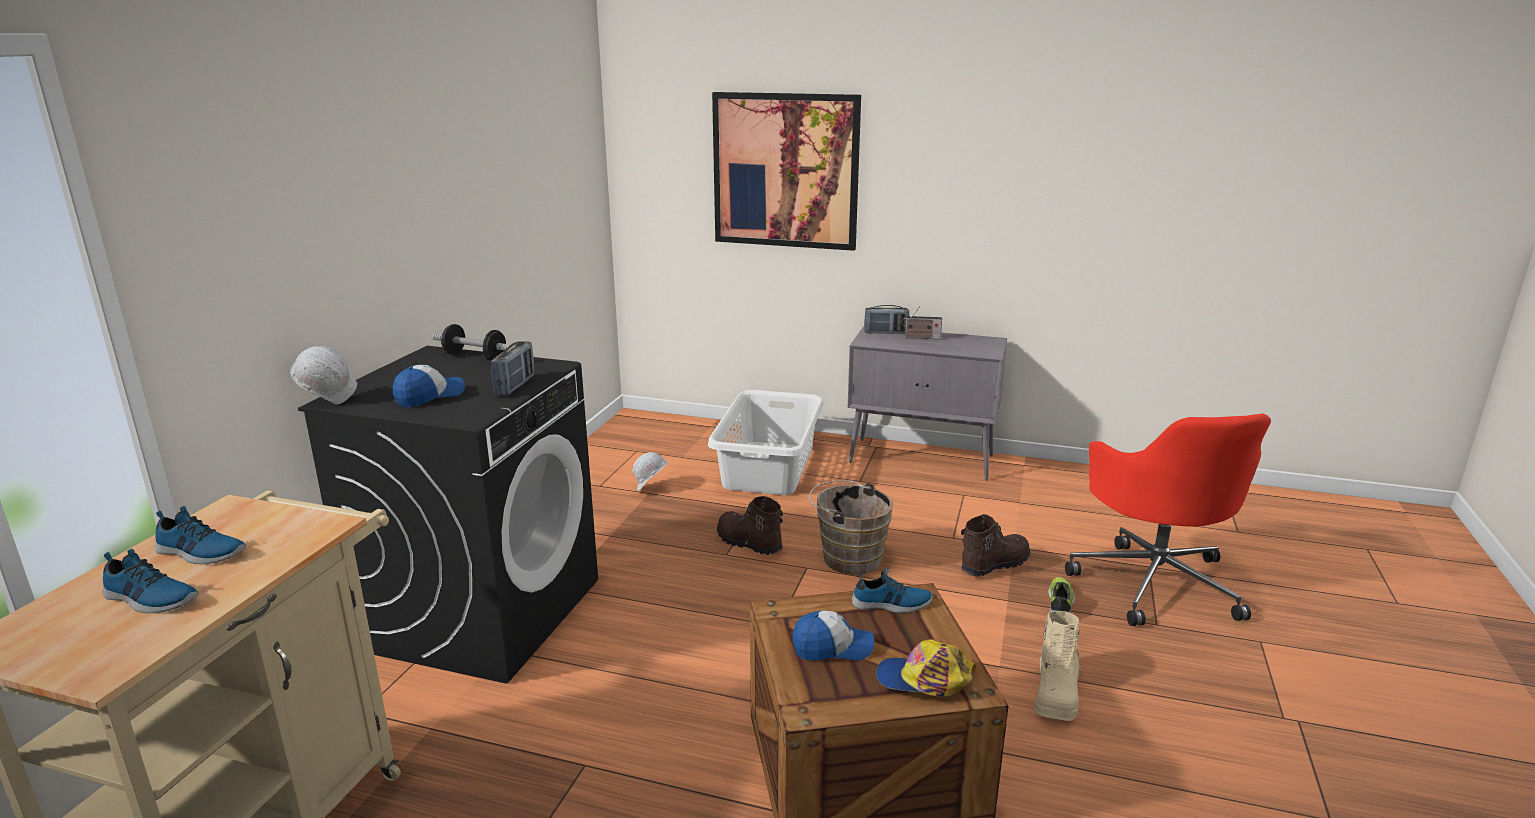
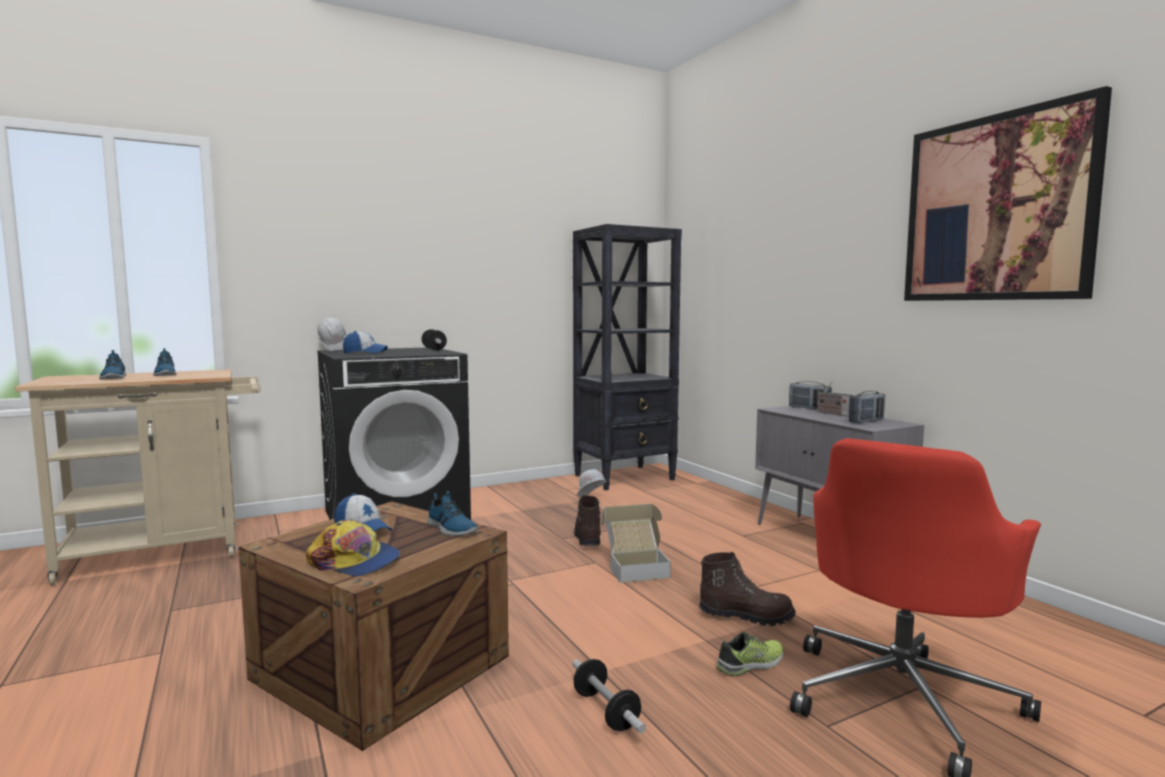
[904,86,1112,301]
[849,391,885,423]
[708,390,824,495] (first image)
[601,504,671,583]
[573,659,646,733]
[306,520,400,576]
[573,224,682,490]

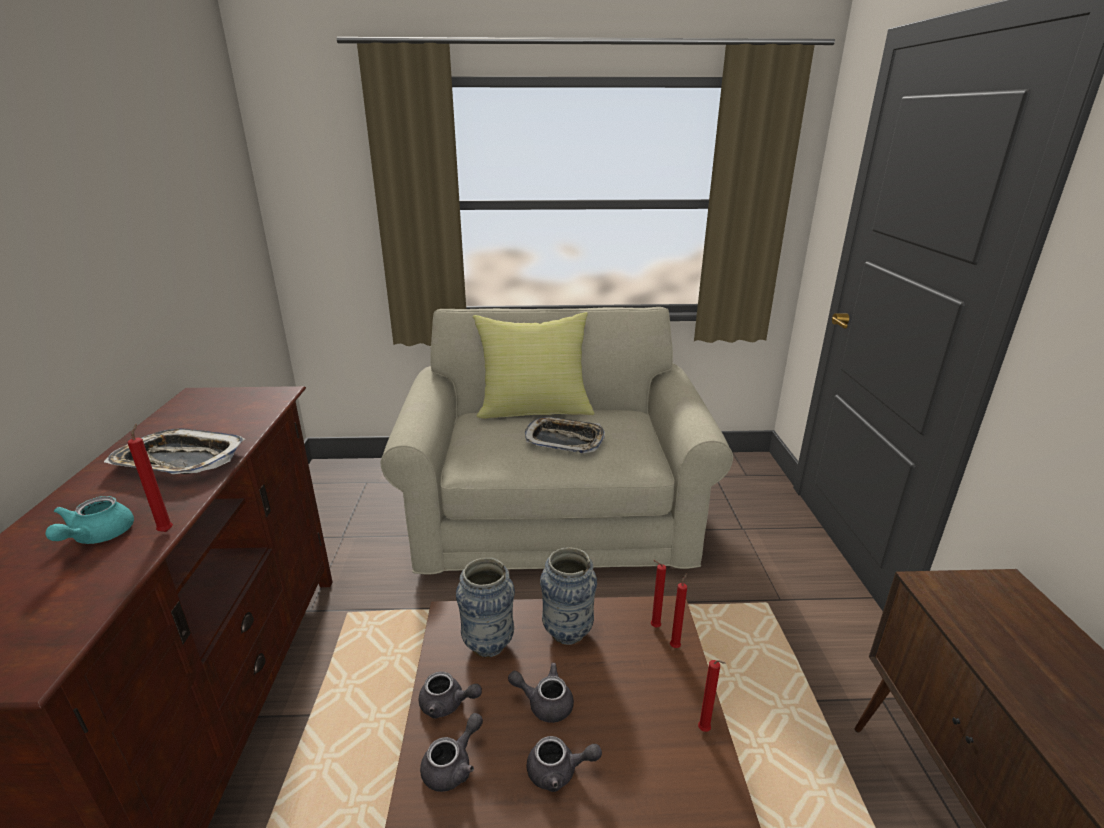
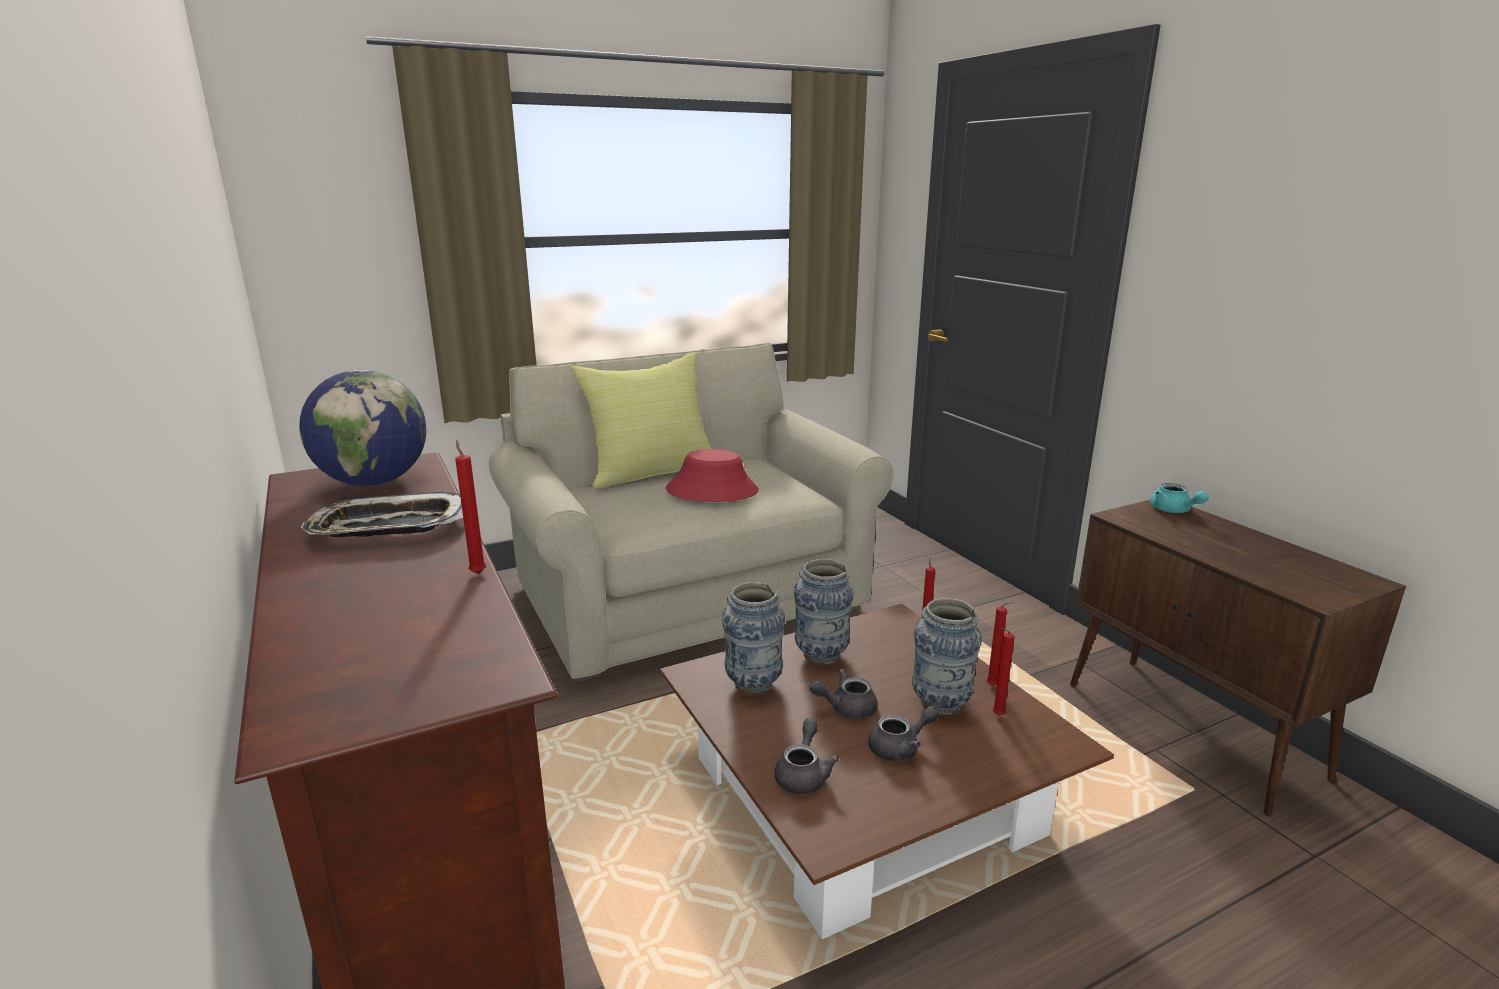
[666,449,759,502]
[1150,483,1209,513]
[993,628,1015,716]
[419,671,482,718] (first image)
[299,370,426,486]
[912,598,982,715]

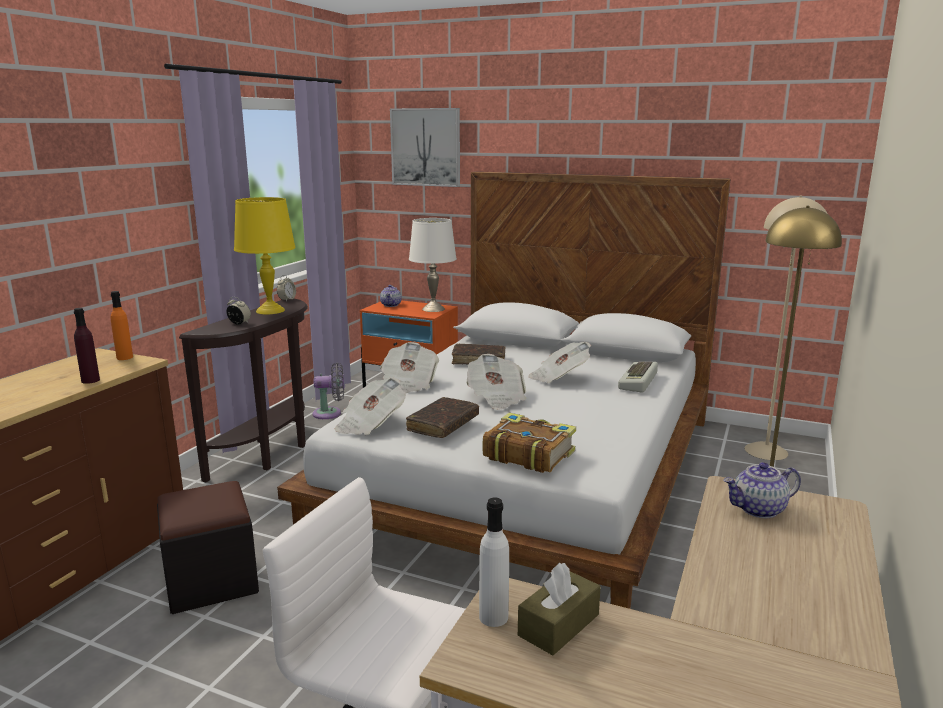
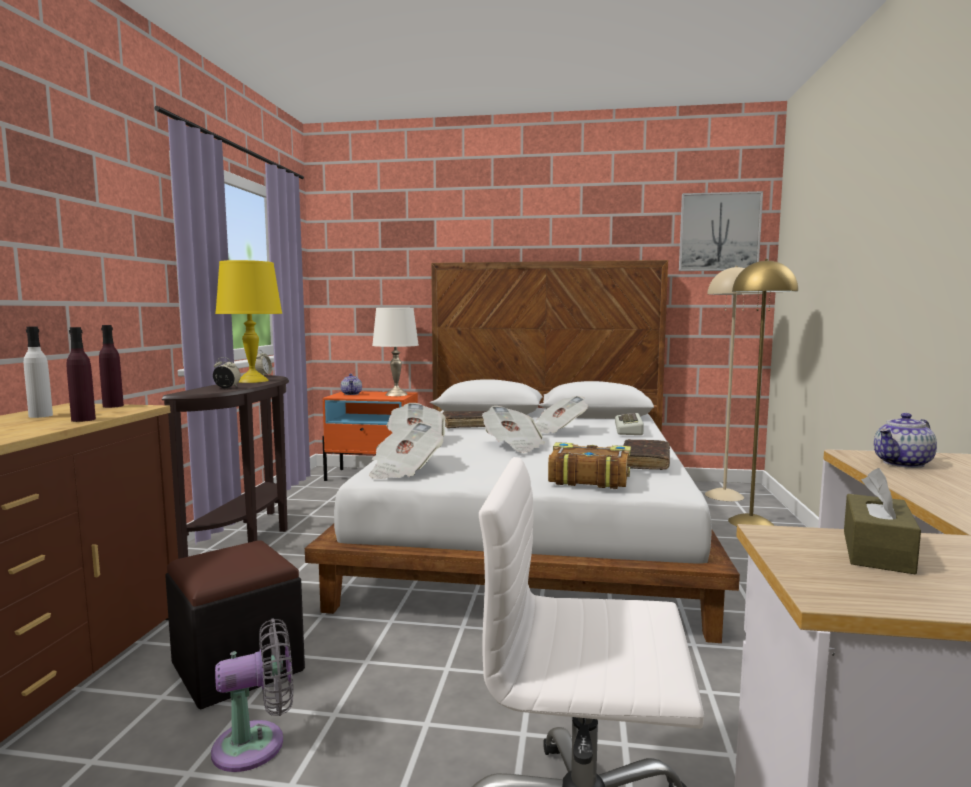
[679,191,763,271]
[99,325,124,408]
[211,619,293,772]
[623,439,670,470]
[24,327,53,418]

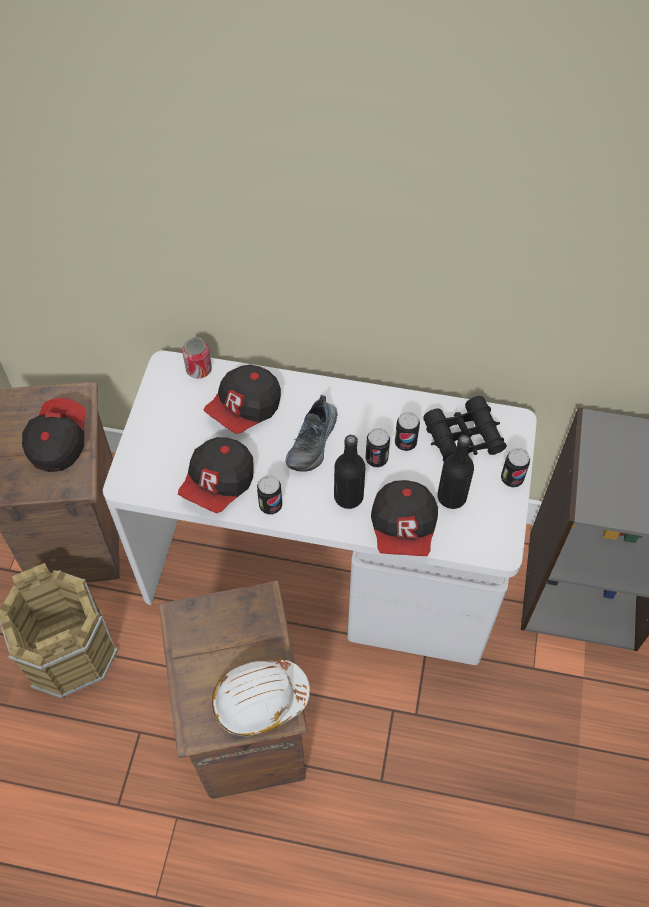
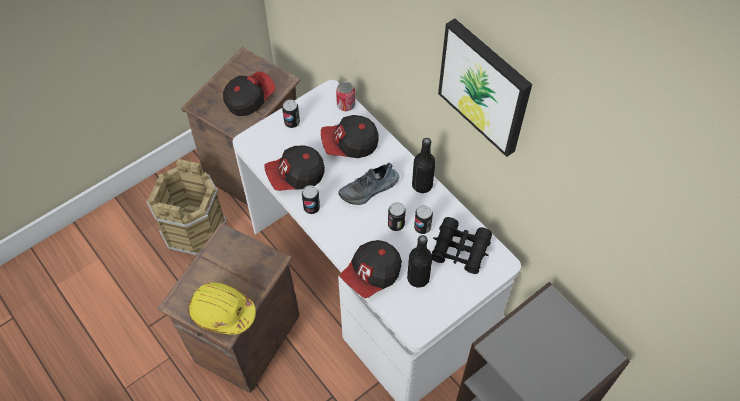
[412,138,436,193]
[282,100,300,128]
[188,282,256,335]
[438,18,532,157]

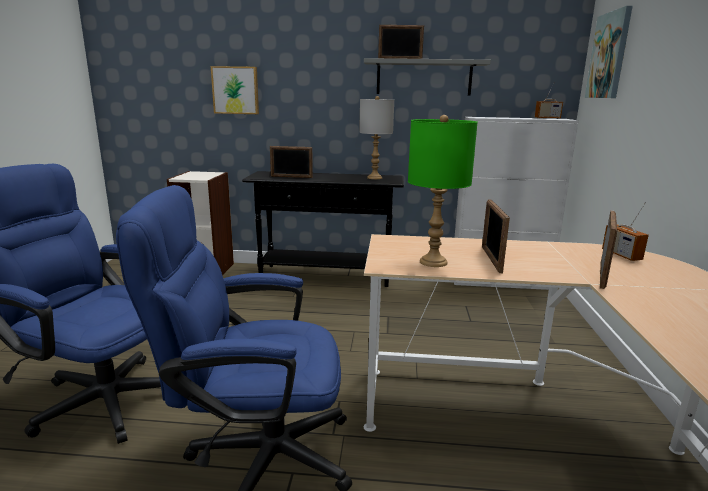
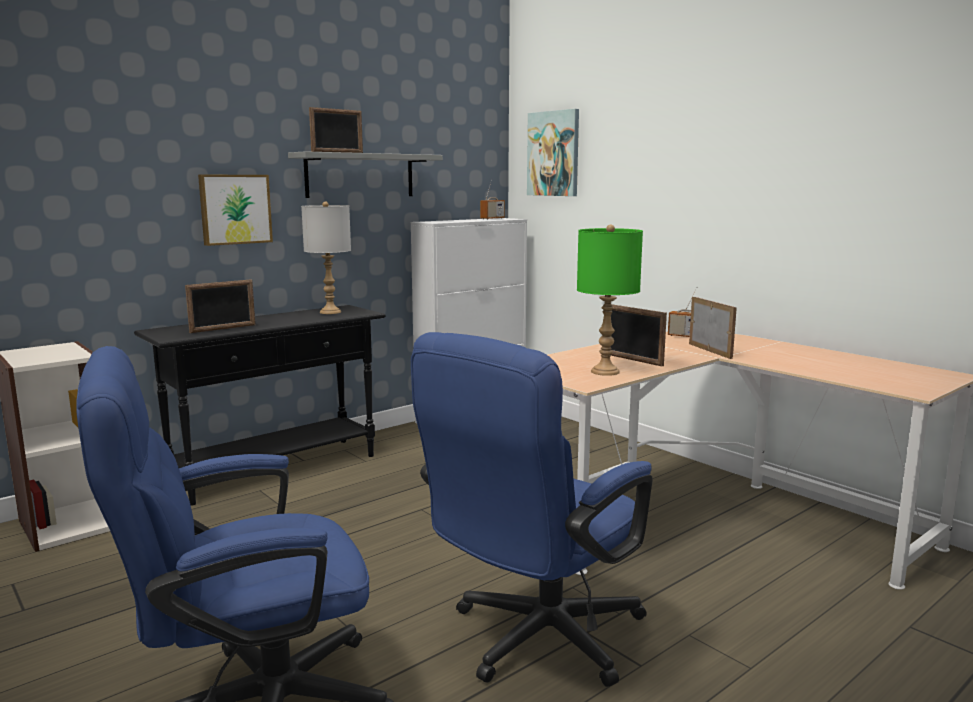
[198,175,273,246]

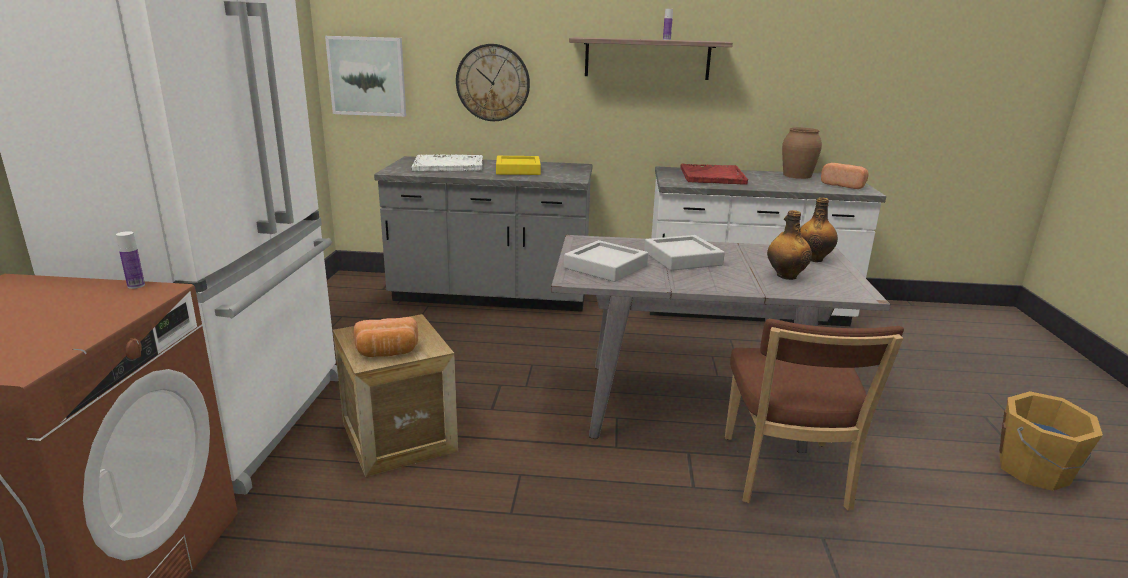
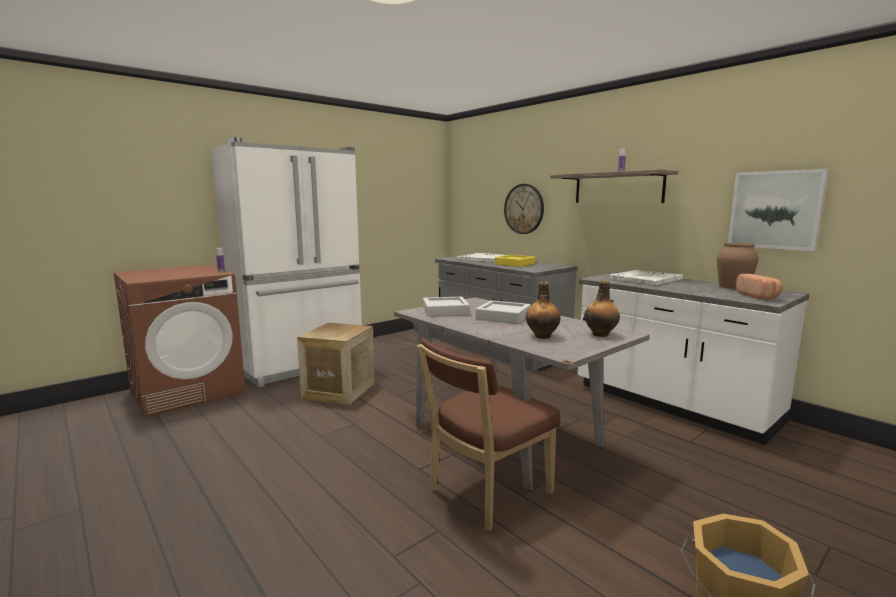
[728,169,828,251]
[610,270,683,286]
[354,317,418,357] (first image)

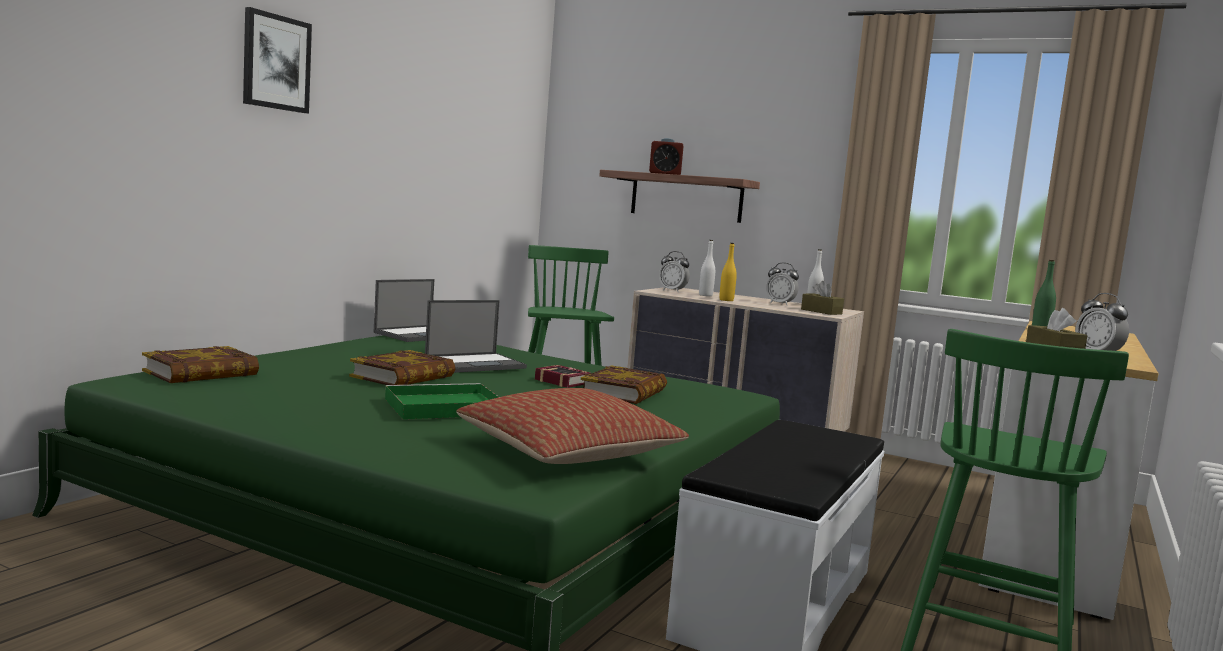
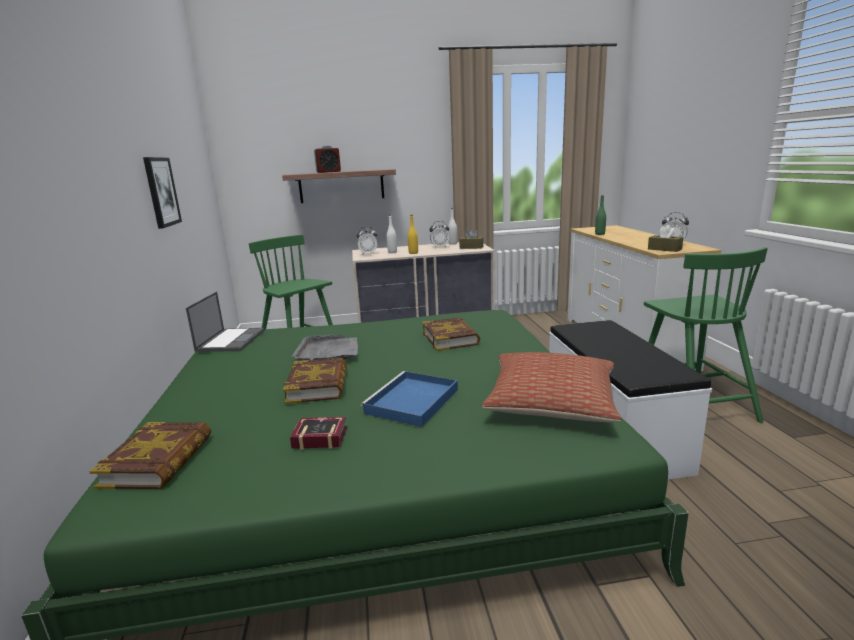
[143,157,182,229]
[292,334,358,361]
[290,417,347,449]
[361,371,458,427]

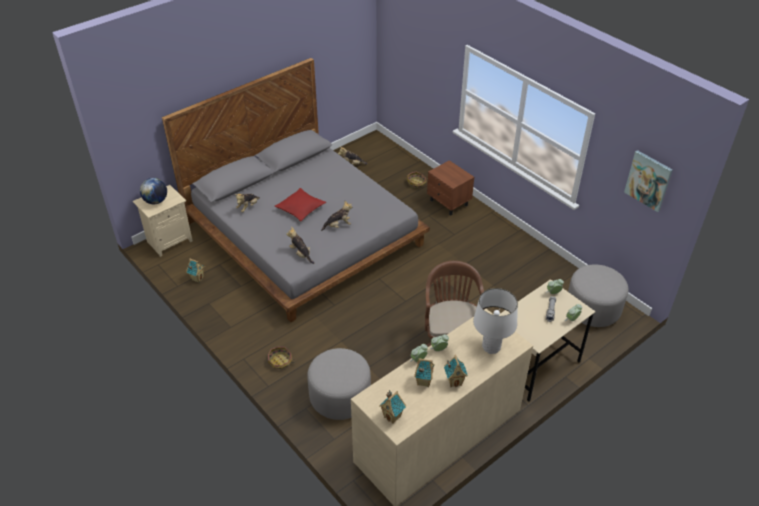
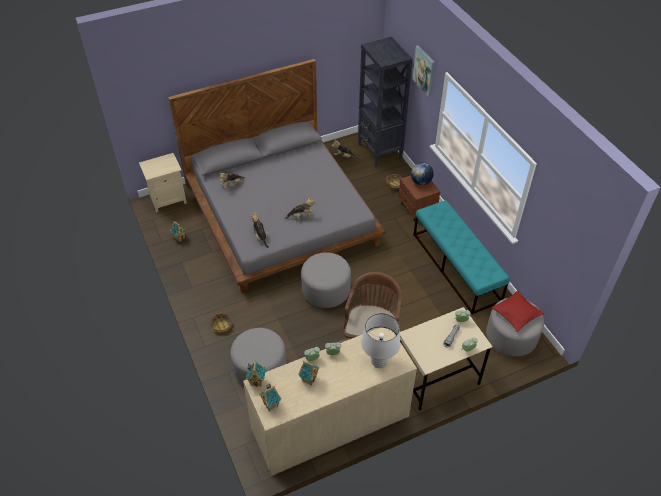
[413,45,435,96]
[411,163,434,185]
[492,290,544,332]
[246,360,265,387]
[358,37,413,167]
[414,200,510,314]
[301,252,351,308]

